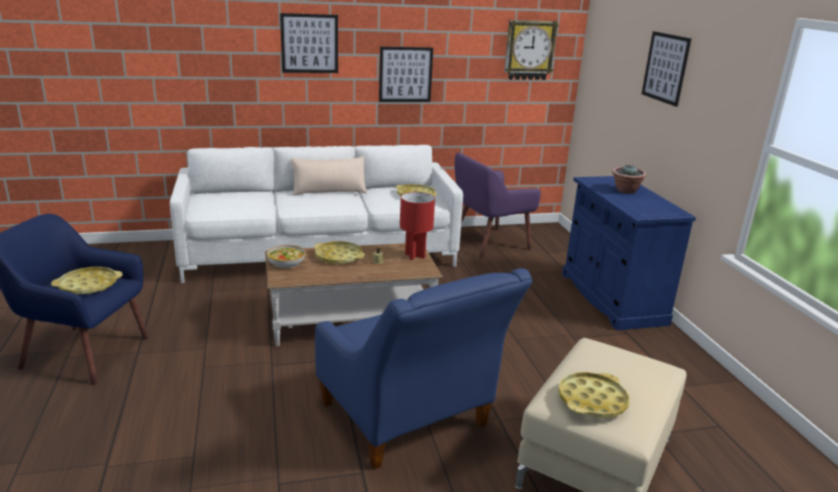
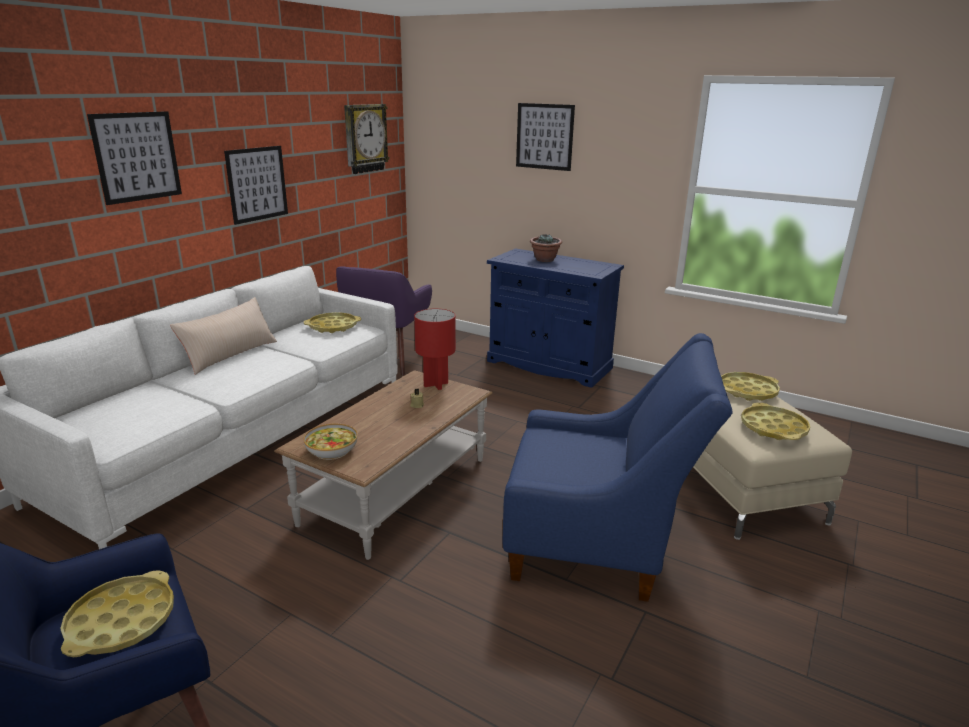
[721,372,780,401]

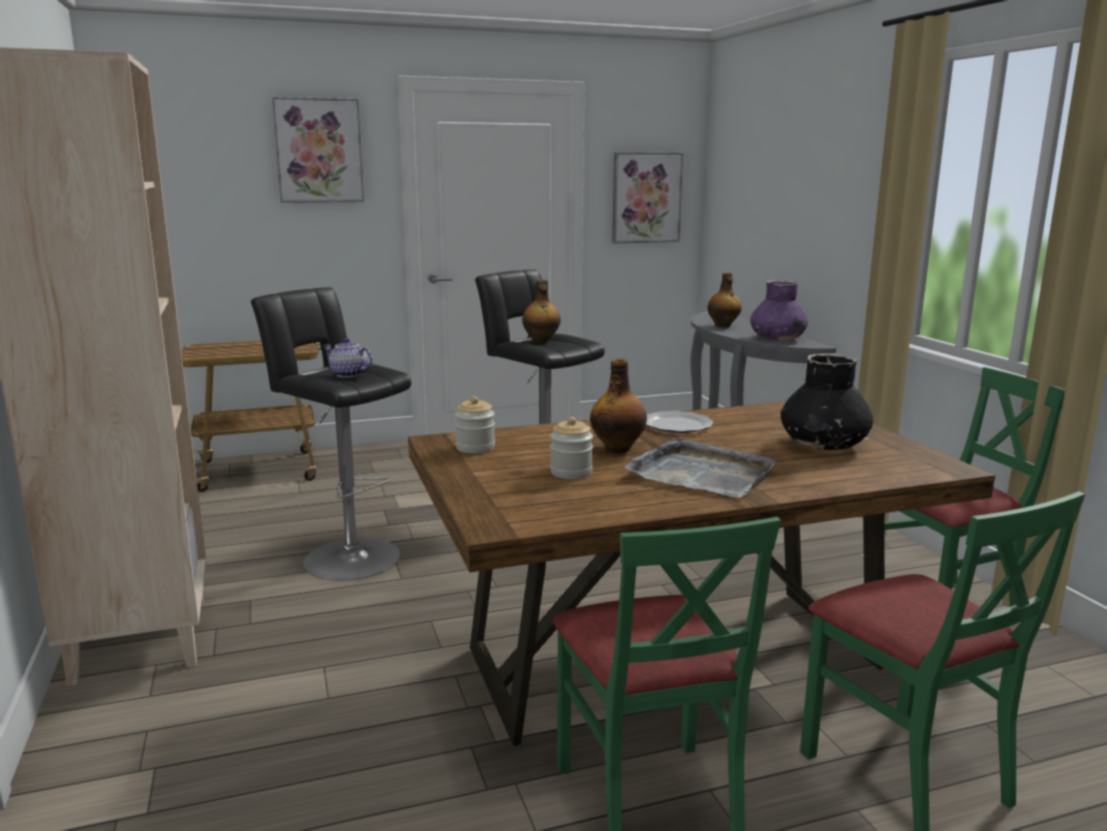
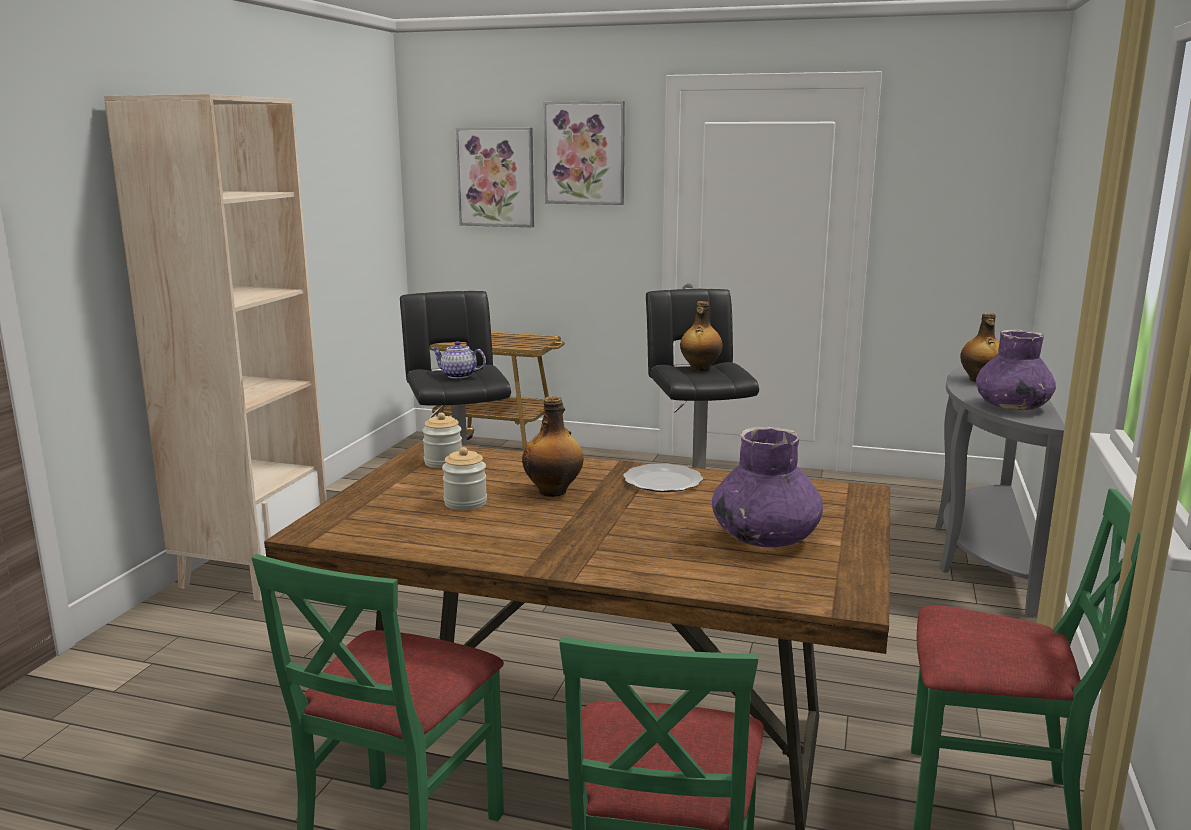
[456,128,534,227]
[432,341,486,379]
[712,426,823,547]
[625,437,777,497] (first image)

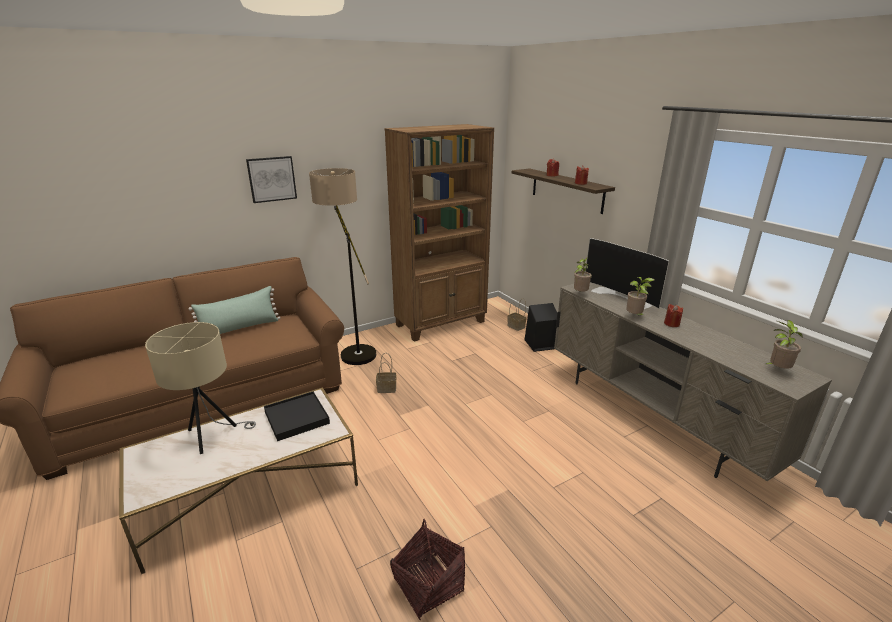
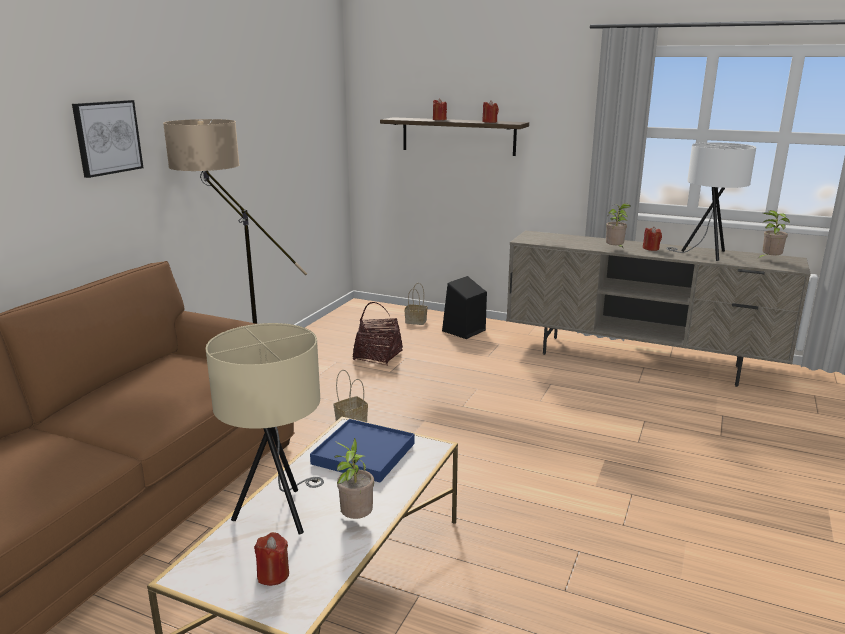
[384,124,494,342] (first image)
[585,238,669,309] (first image)
[334,438,374,519]
[189,286,280,334] (first image)
[310,419,415,482]
[353,302,403,365]
[666,142,756,261]
[254,532,289,586]

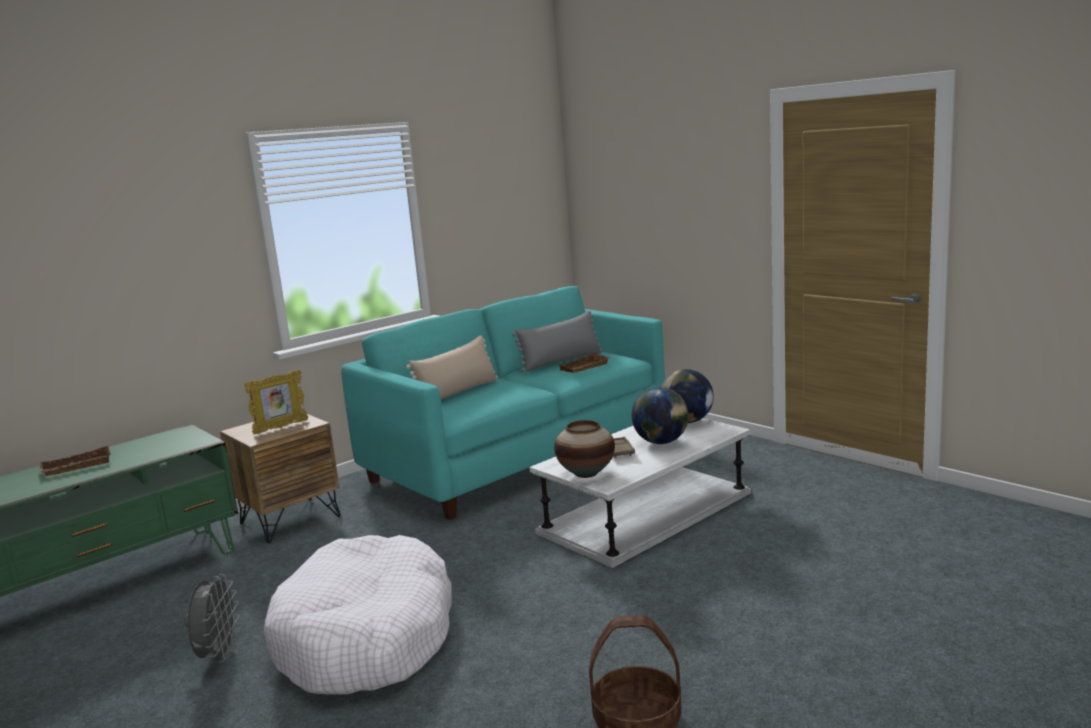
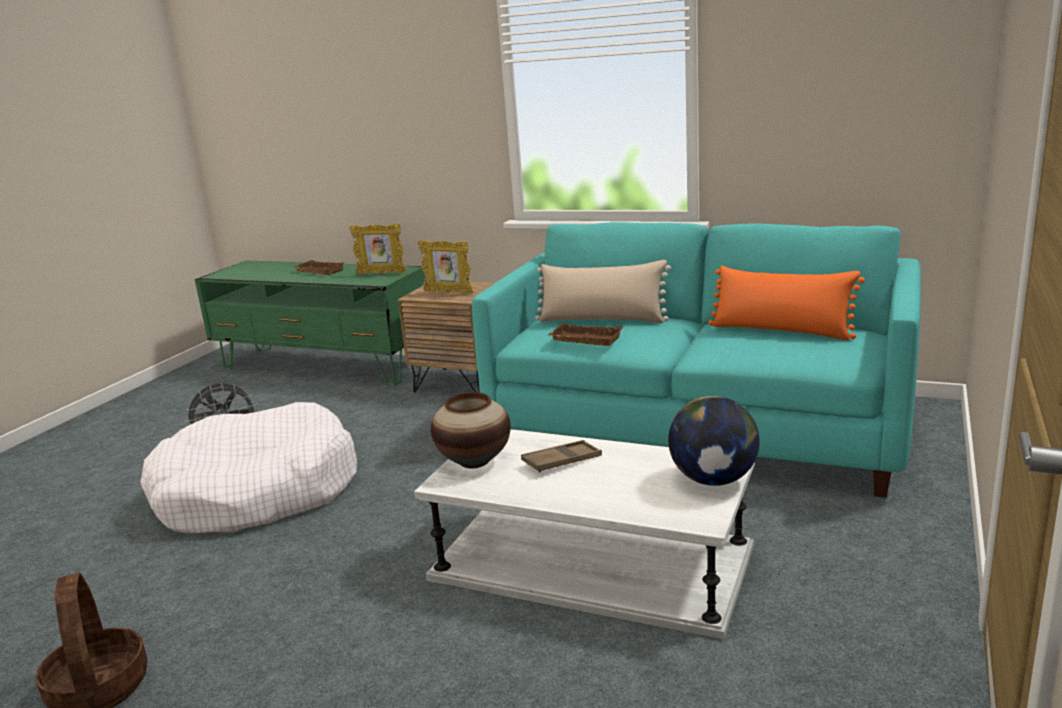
[708,266,865,341]
[548,323,624,346]
[631,387,689,444] (first image)
[349,224,407,274]

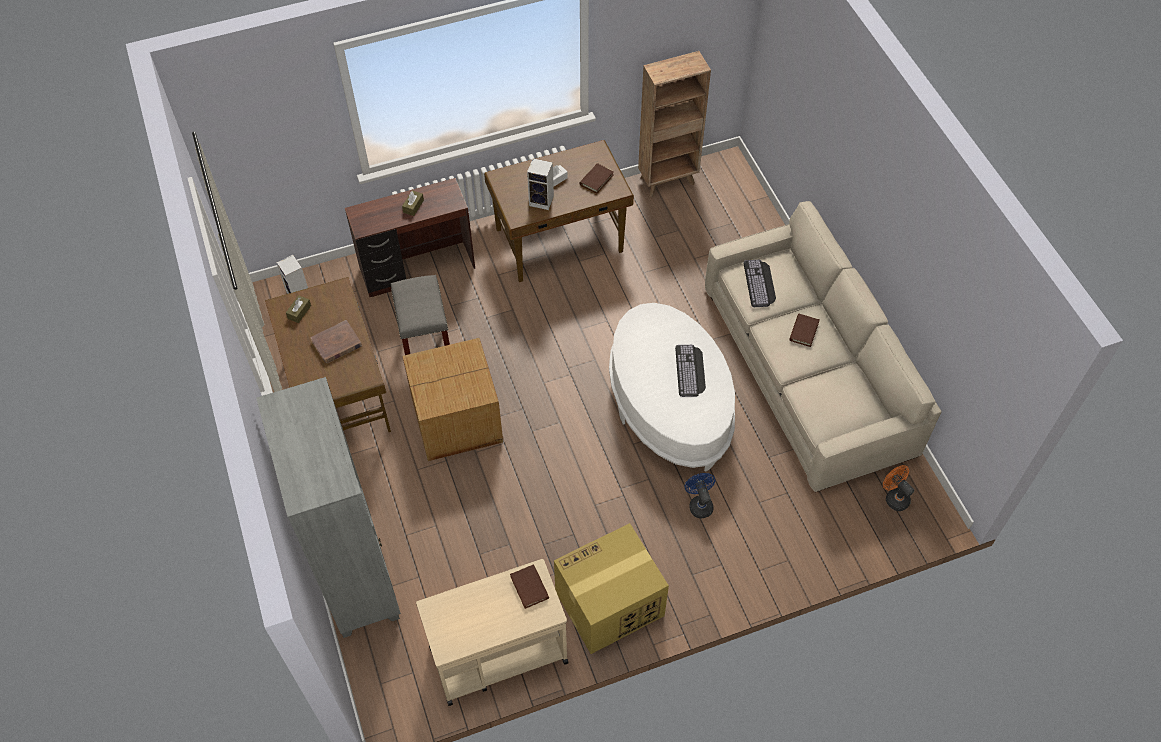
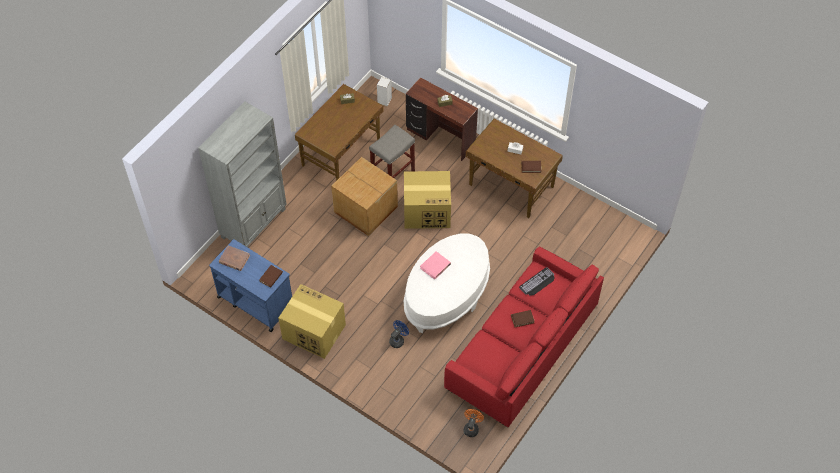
[638,51,711,197] (first image)
[527,158,554,210] (first image)
[444,246,604,427]
[219,245,250,271]
[675,345,706,397] (first image)
[209,239,292,332]
[404,171,451,229]
[420,251,451,279]

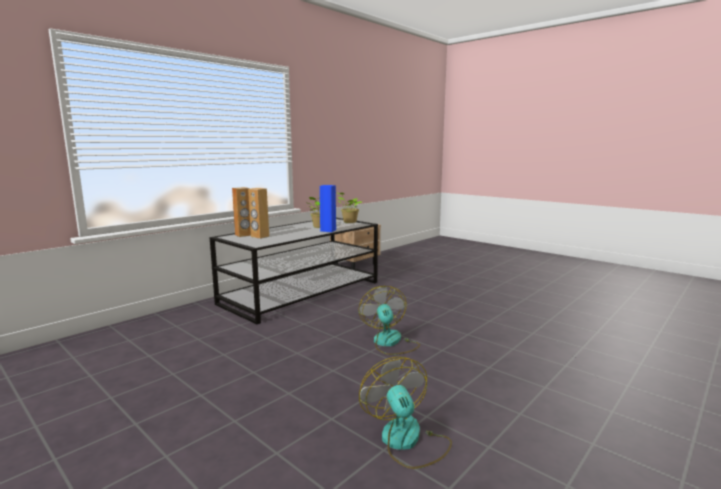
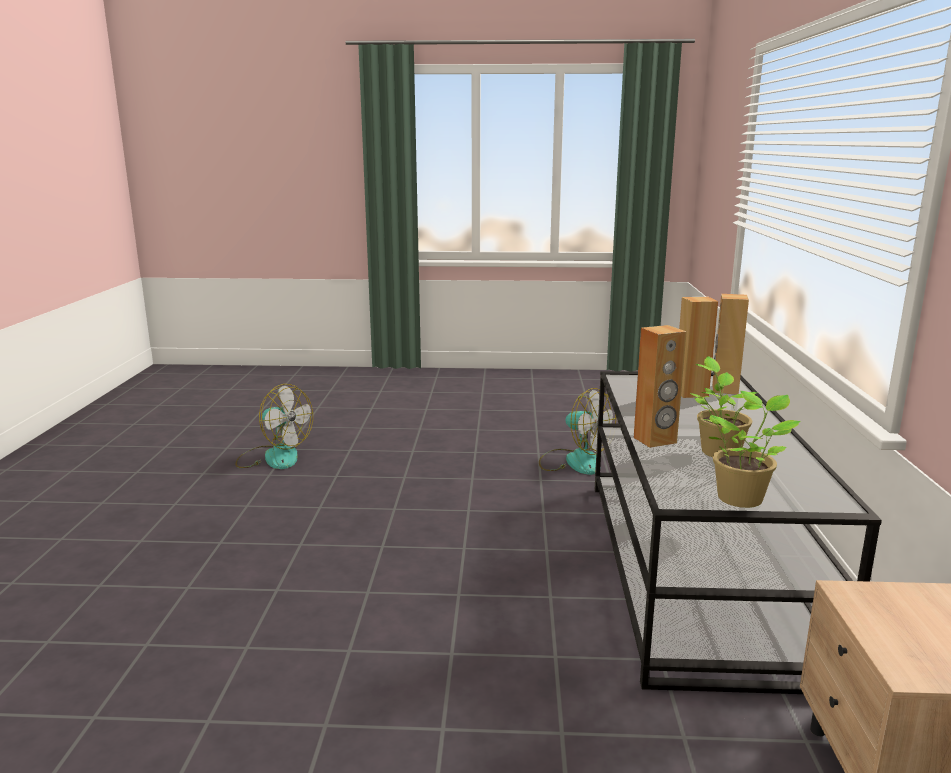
[634,325,687,448]
[539,388,616,475]

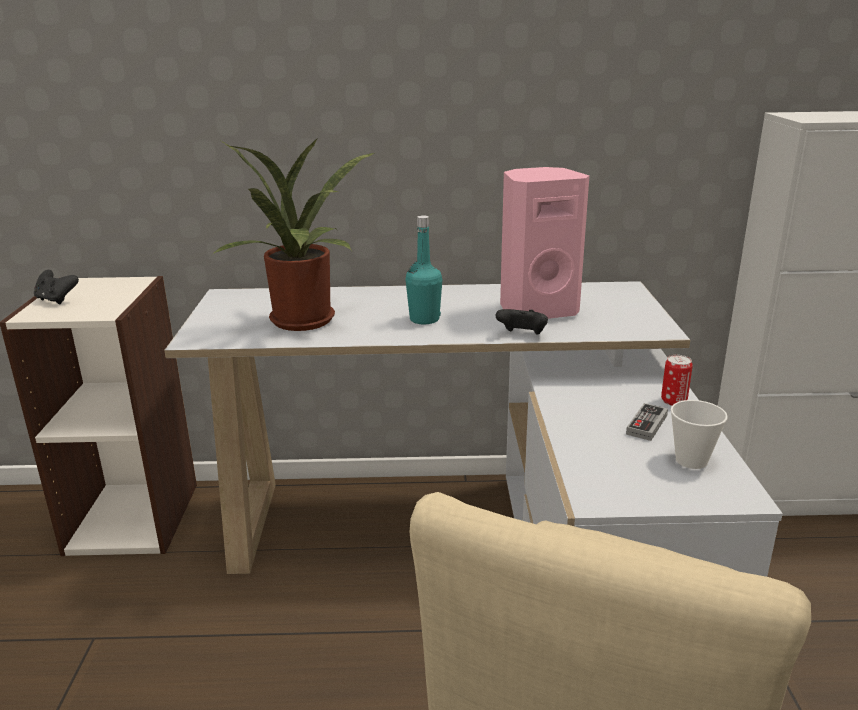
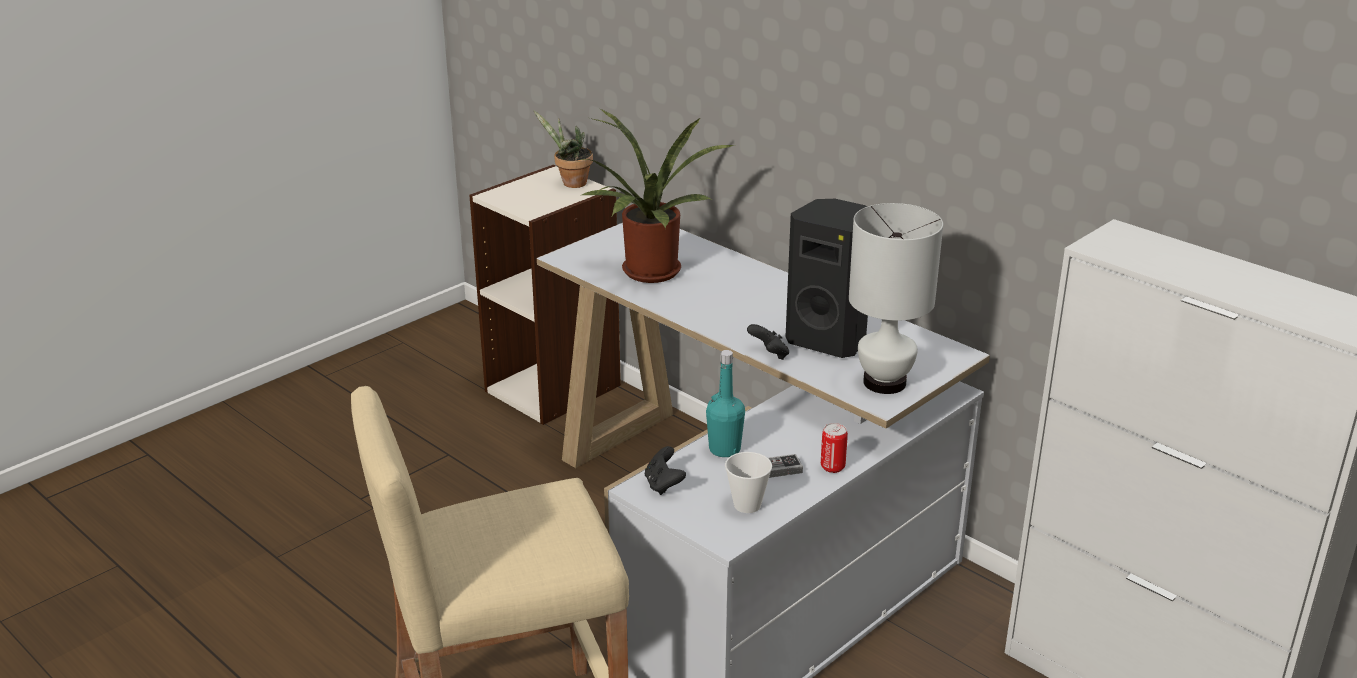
[785,199,868,358]
[706,350,745,457]
[645,446,686,495]
[534,110,593,188]
[849,203,943,394]

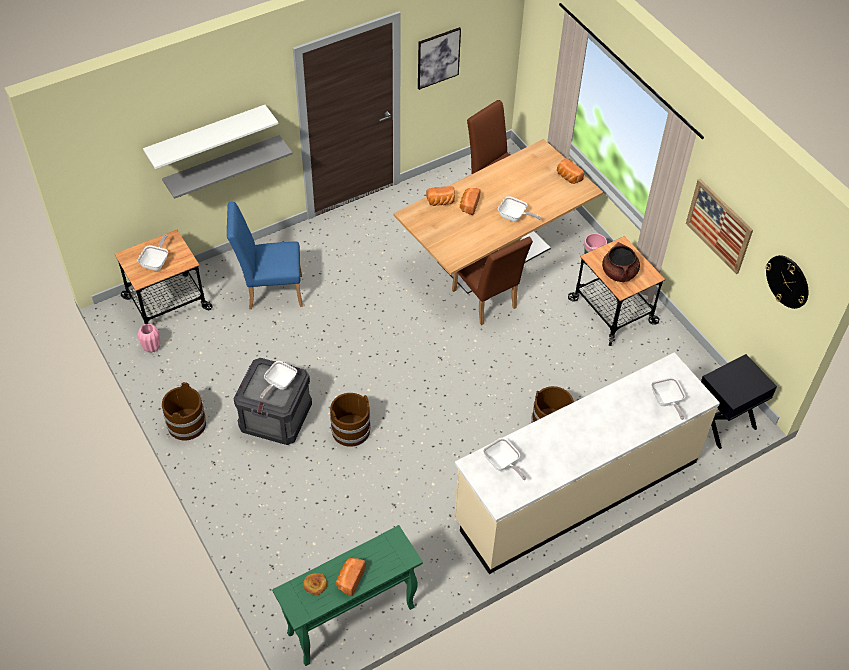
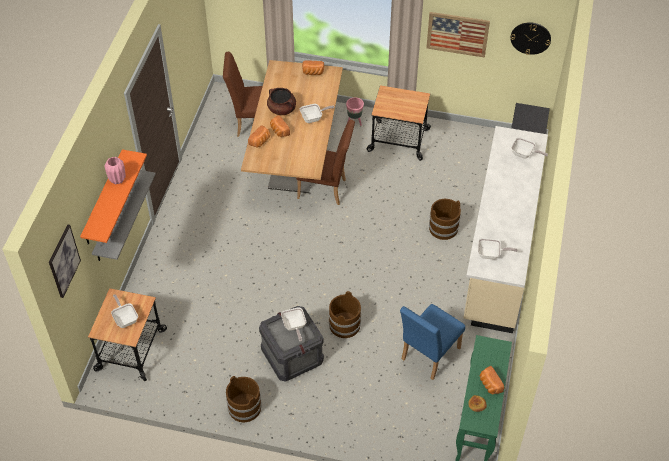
[49,224,81,298]
[80,149,147,245]
[400,304,465,380]
[267,88,296,115]
[104,157,126,184]

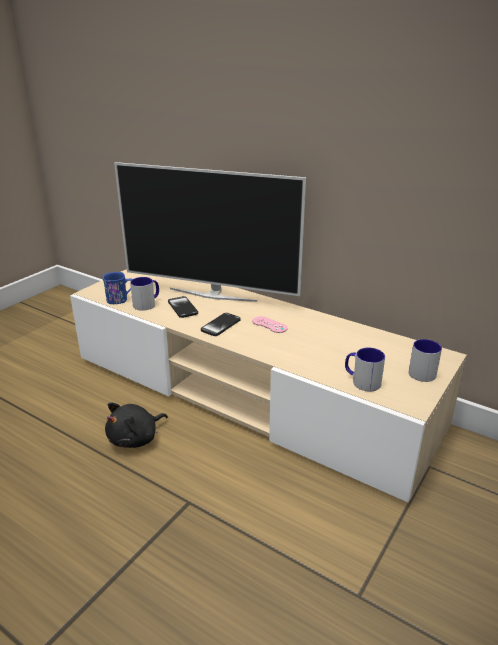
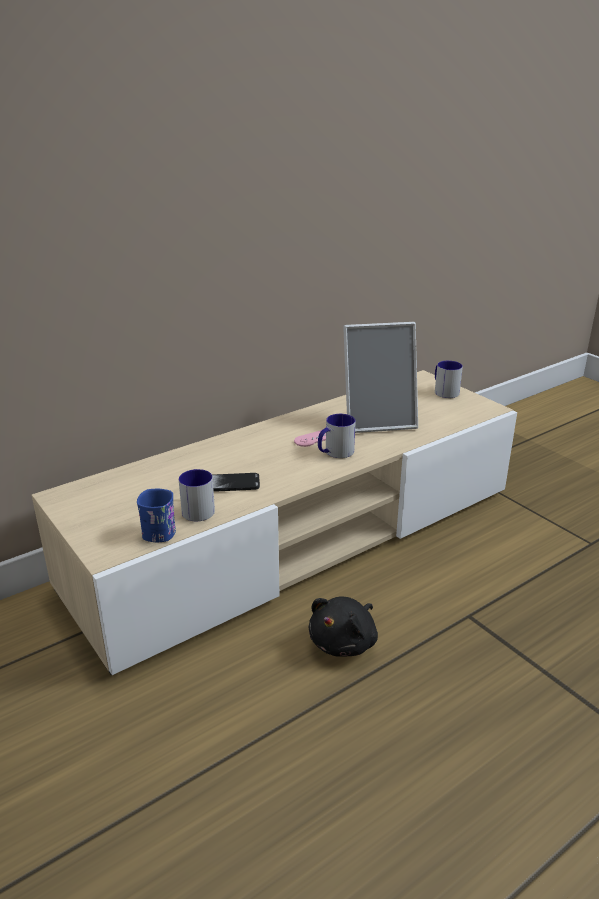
[114,162,306,302] (first image)
[201,313,240,336] (first image)
[318,414,356,458]
[308,596,378,657]
[343,322,418,433]

